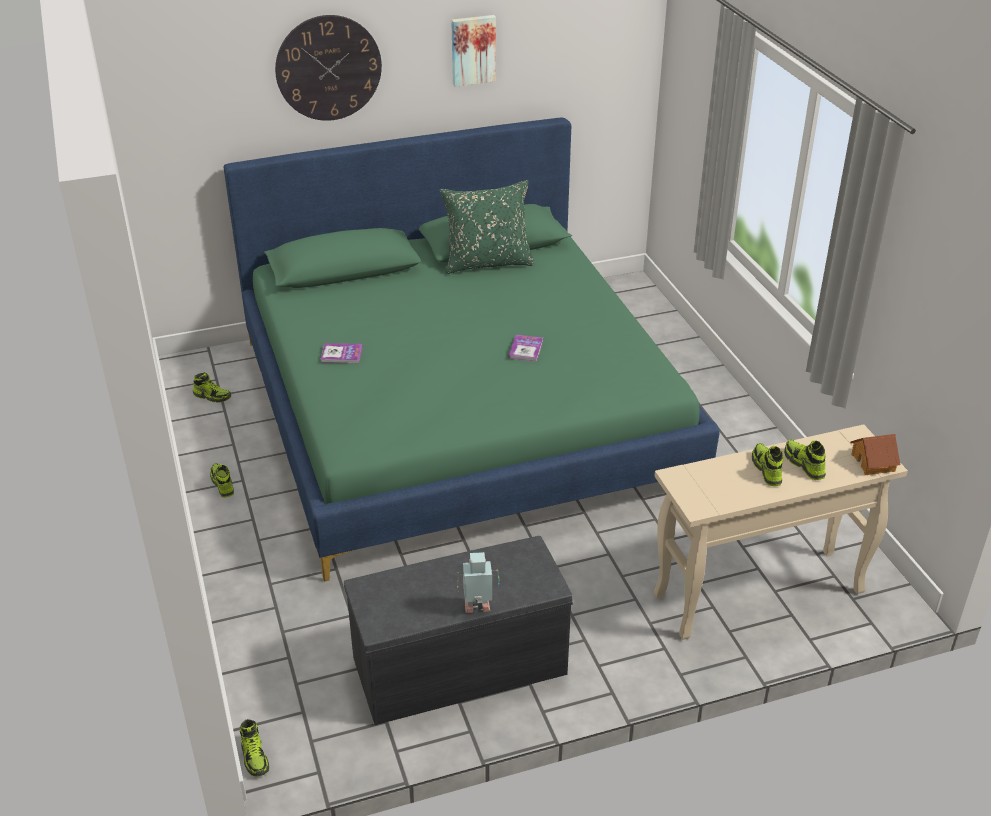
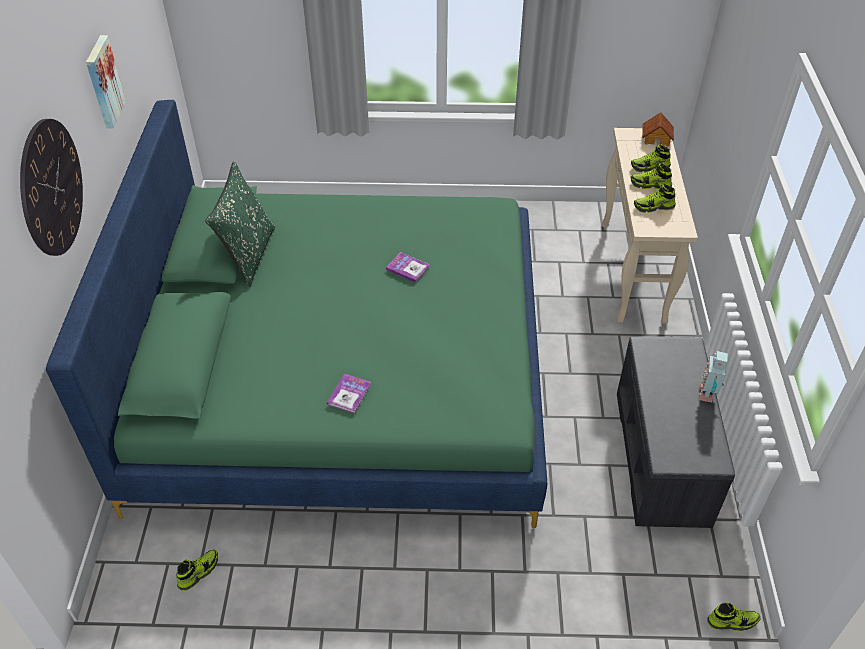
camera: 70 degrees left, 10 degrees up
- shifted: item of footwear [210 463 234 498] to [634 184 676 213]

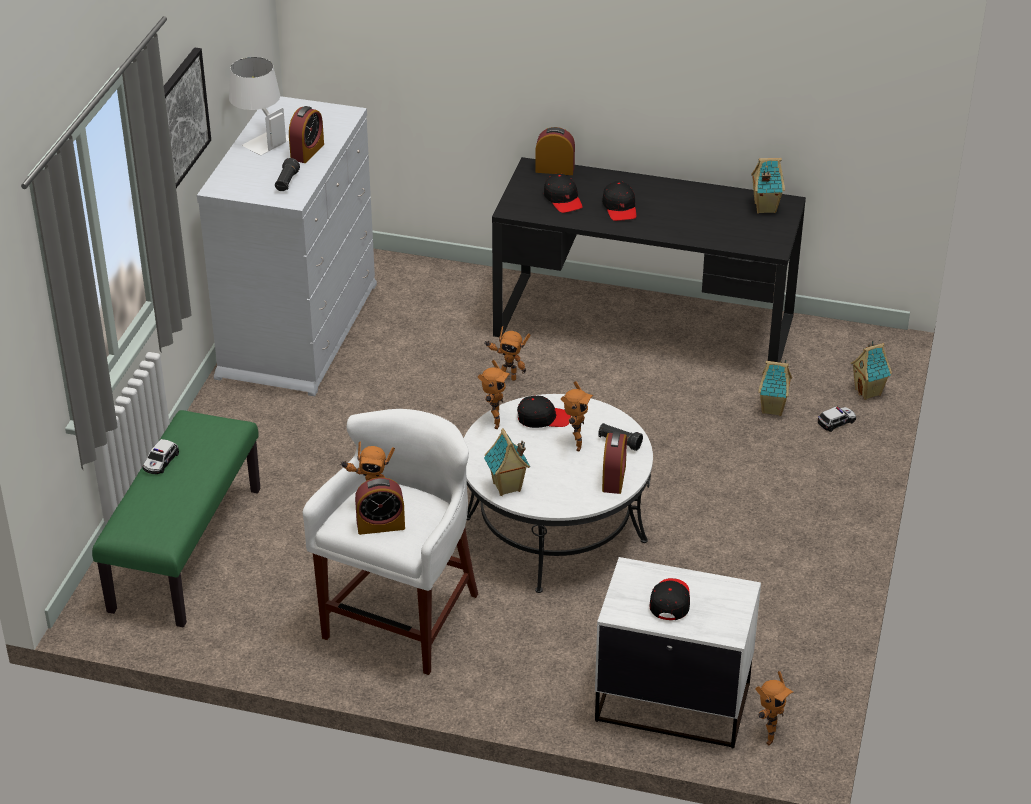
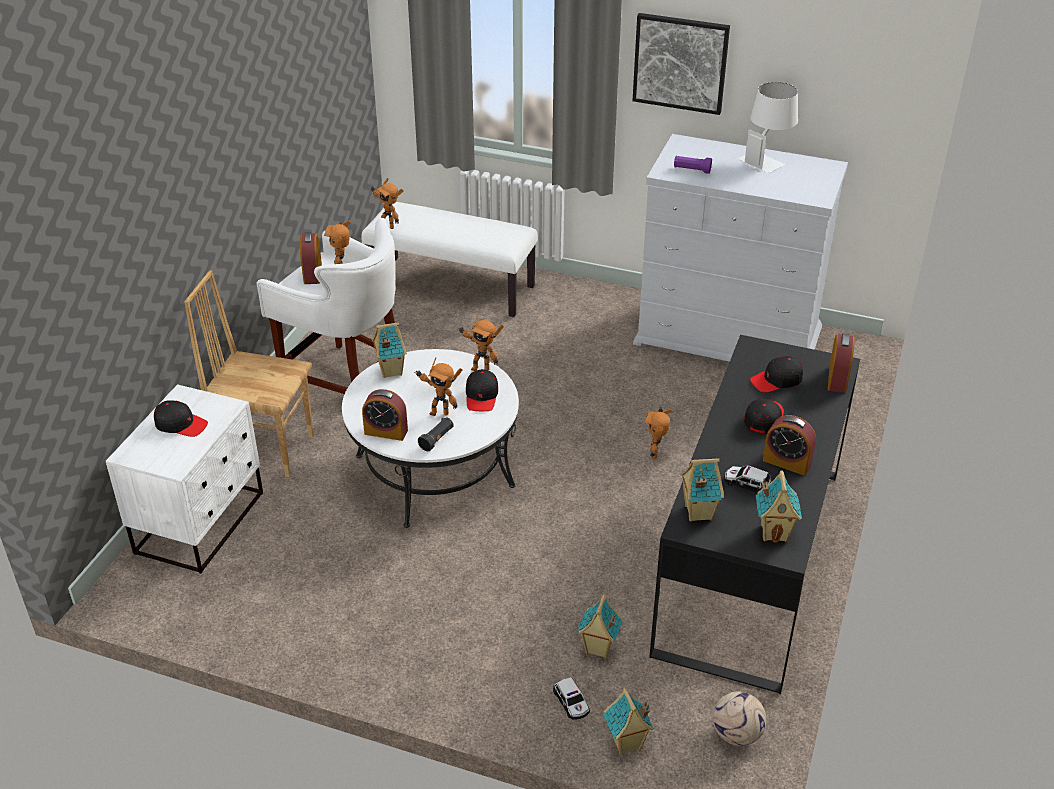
camera: 95 degrees right, 0 degrees up
- repainted: greenish long seat [92 410 260 627] to white long seat [361 202 538 317]
- shifted: toy car [142 439 179 474] to [724 465 771 493]
- repainted: blackish torch [275 158 300 191] to purple torch [674 156 712 174]
- shifted: table clock [289 106 324 163] to [763 415 816 476]
- rotated: blackish peaked cap [602 181 636 221] = [744 399 784 433] 120 degrees clockwise
- shifted: model robot [755 671 794 745] to [371 178 403 229]
- new: brown upright chair [184 270 314 477]
- new: model house [681 458 724 522]
- new: football ball [713 691 767 746]

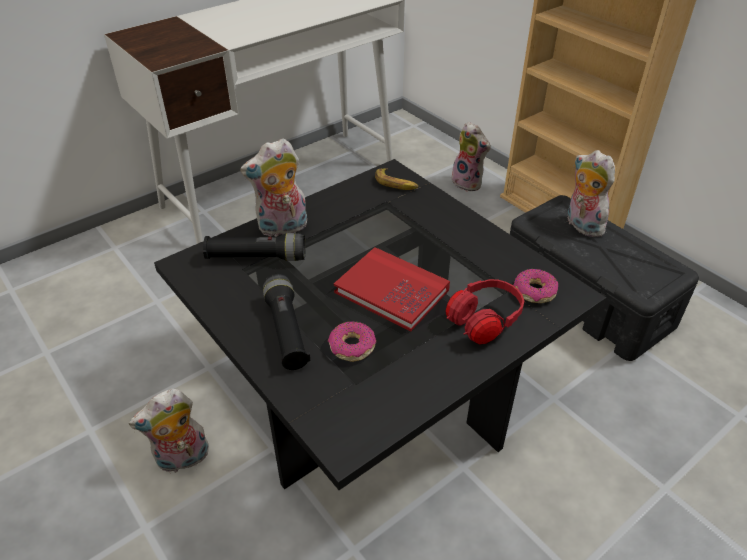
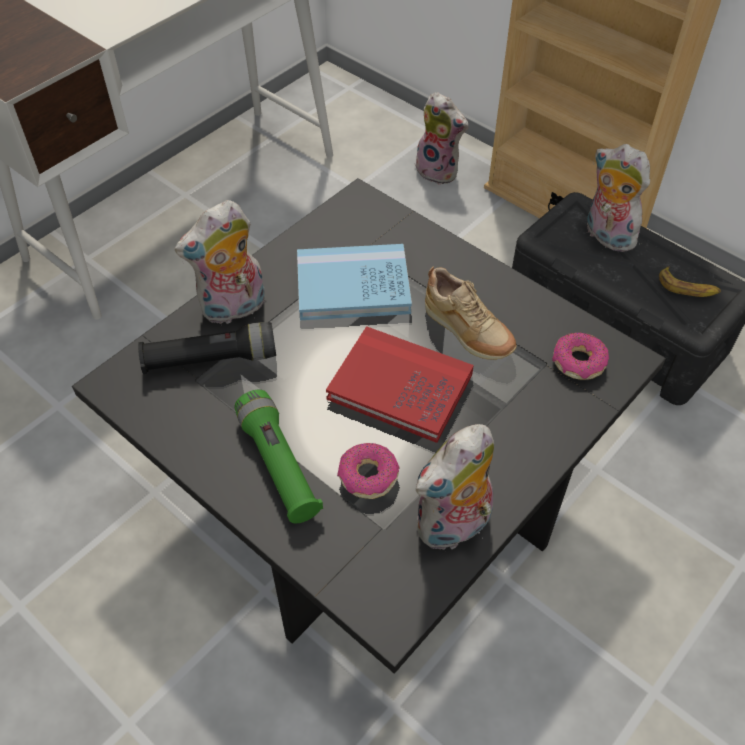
camera: 10 degrees left, 10 degrees up
- shifted: cuddly toy [129 389 209 473] to [416 424 494 552]
- repainted: blackish torch [263 274 310 370] to greenish torch [235 390 323 523]
- shifted: banana fruit [375 168 418 190] to [659 266 721 297]
- gone: red-coloured headphones [445 279 524 344]
- new: blue bound book [297 244 412 320]
- new: sand-coloured item of footwear [425 267 517 360]

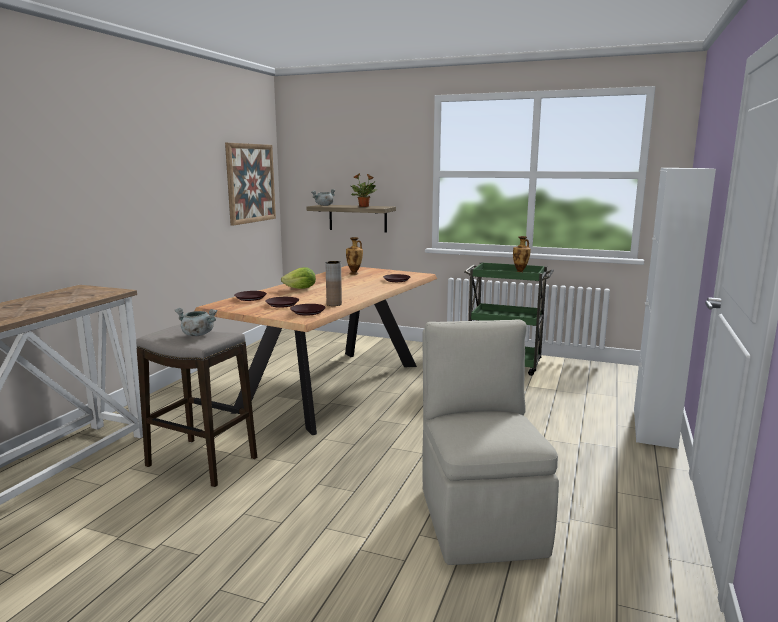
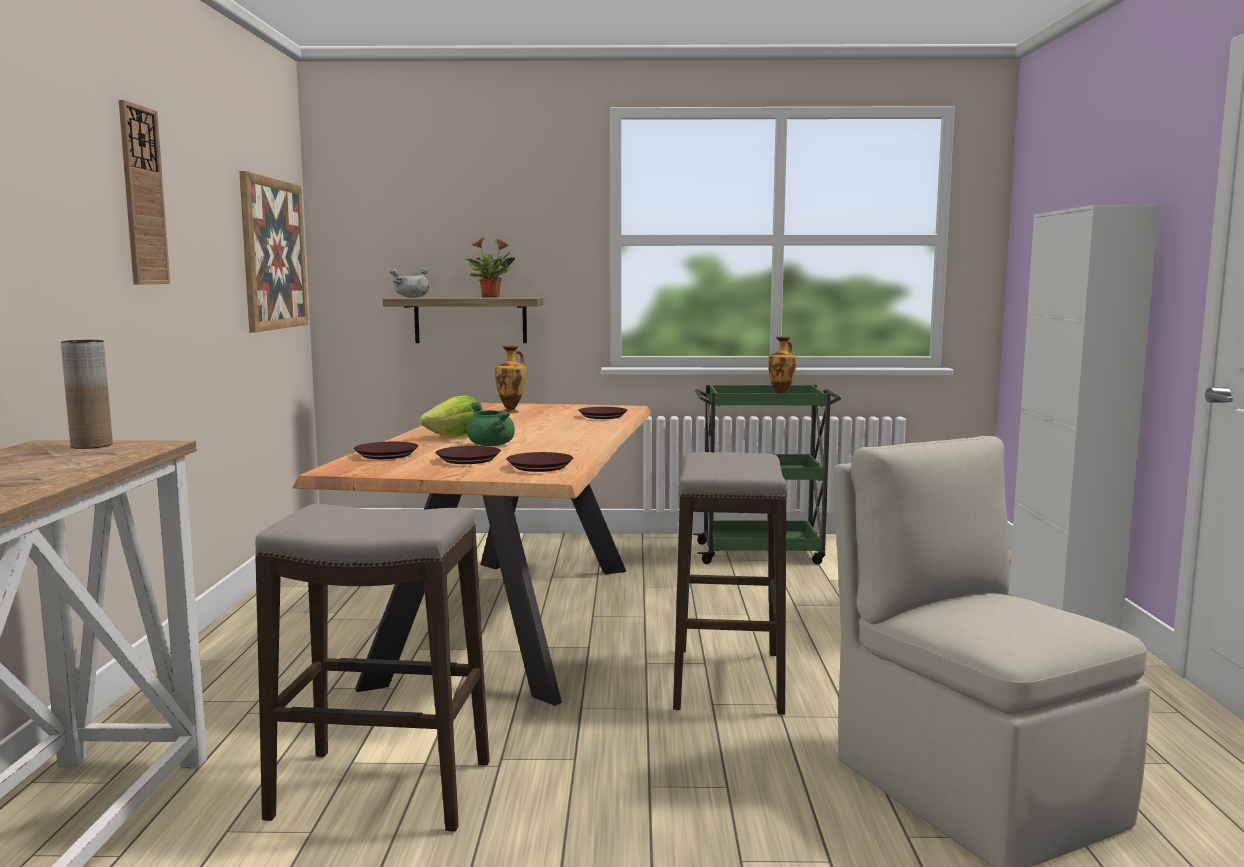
camera: 20 degrees left, 5 degrees down
- gone: gray stockpot [174 308 218 336]
- shifted: brown vase [325 261 342 306] to [61 340 113 449]
- new: clock on the wall [119 100 170 284]
- new: greenish stockpot [467 402 515 446]
- new: stool seat [673 452 788 715]

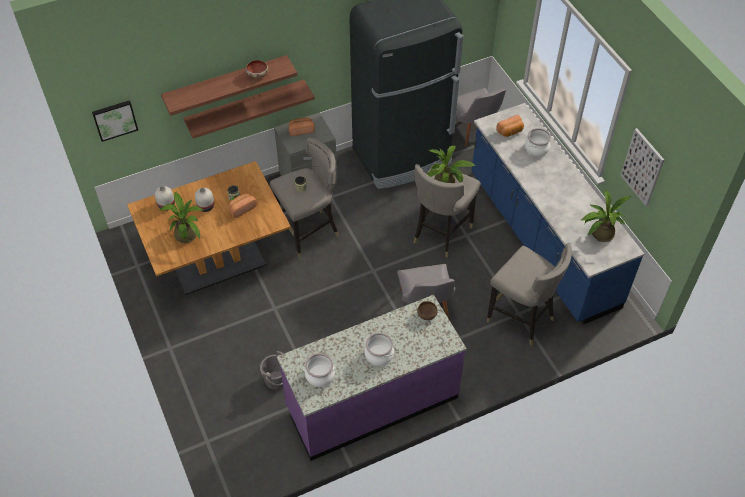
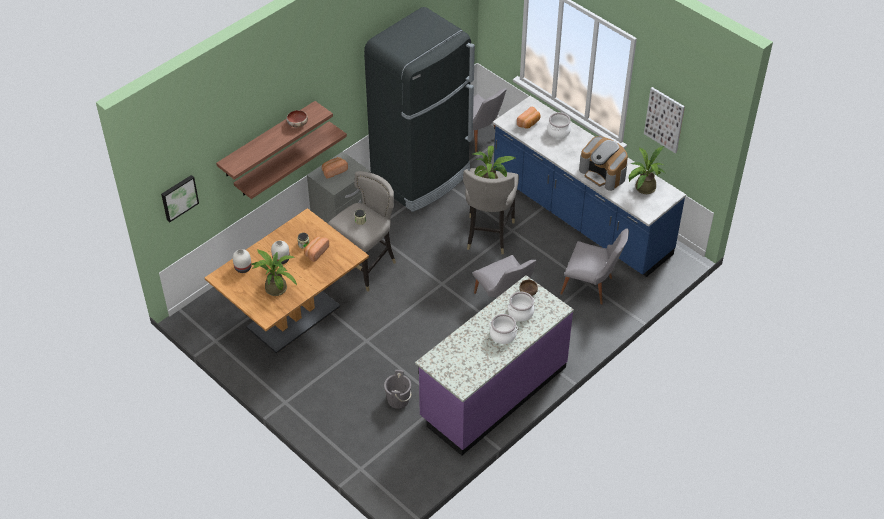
camera: 20 degrees left, 5 degrees down
- shifted: stockpot [303 353 336 387] to [508 292 535 321]
- swapped: gray stool seat [487 244 572 346] to gray upright chair [560 229 629 304]
- new: coffee brewer [579 136 628 191]

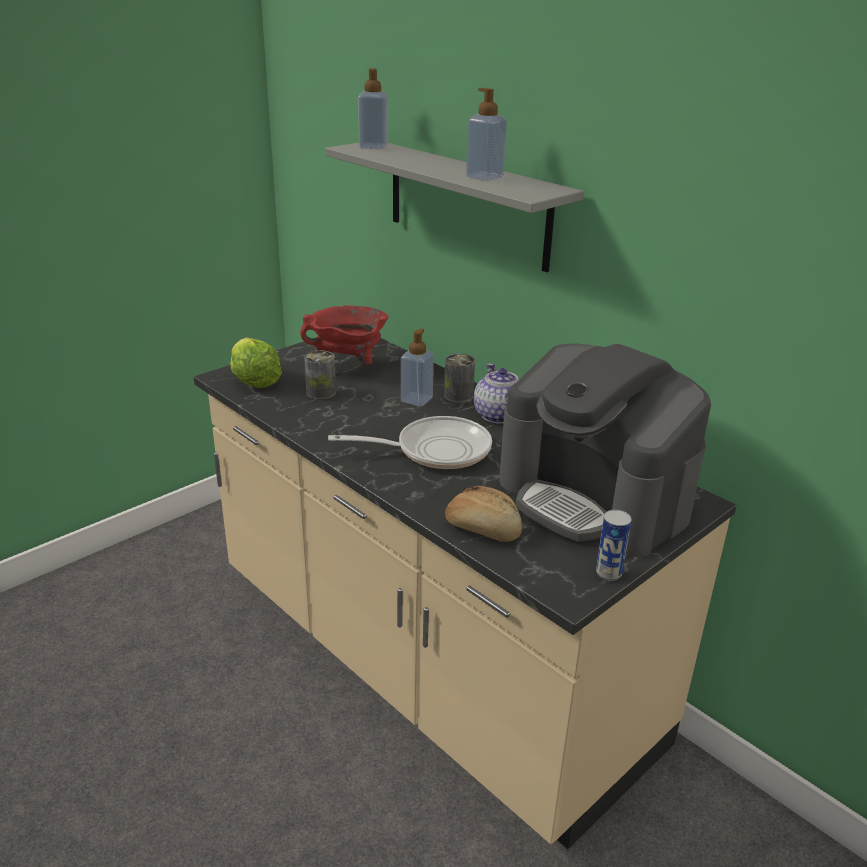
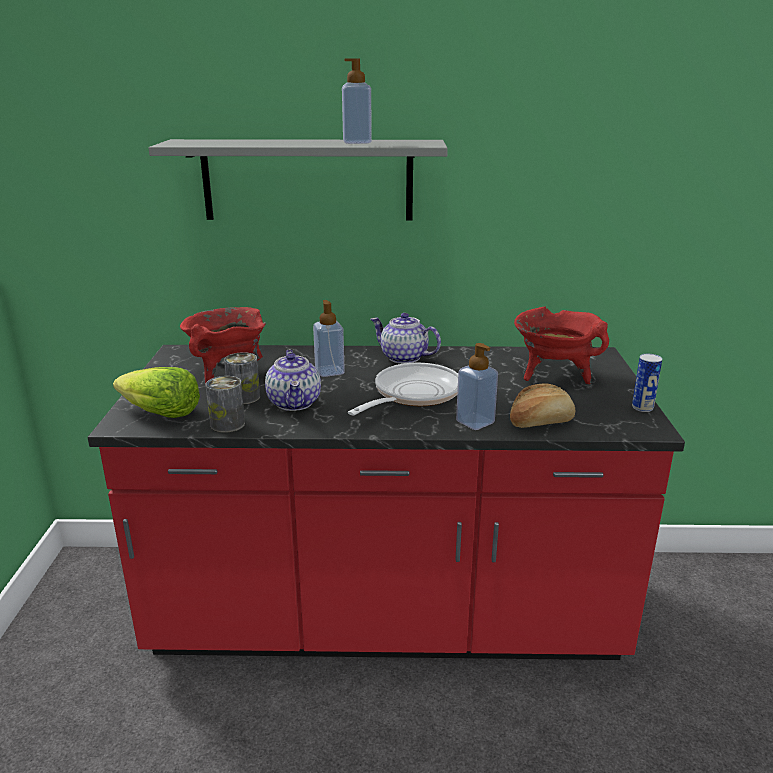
camera: 45 degrees left, 5 degrees down
- repainted: sand-coloured kitchen base unit [194 338 737 849] to red-coloured kitchen base unit [88 345 685 660]
- shifted: liquid soap bottle [358 68 388 149] to [456 343 498 430]
- shifted: metal can [444 354 475 403] to [206 376 245 433]
- swapped: coffee brewer [499 343 711 557] to red-coloured stockpot [514 307 609 384]
- new: tea pot [265 350 321 411]

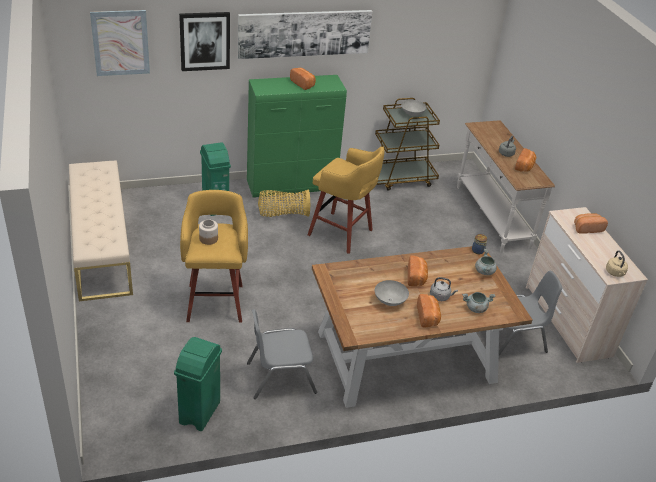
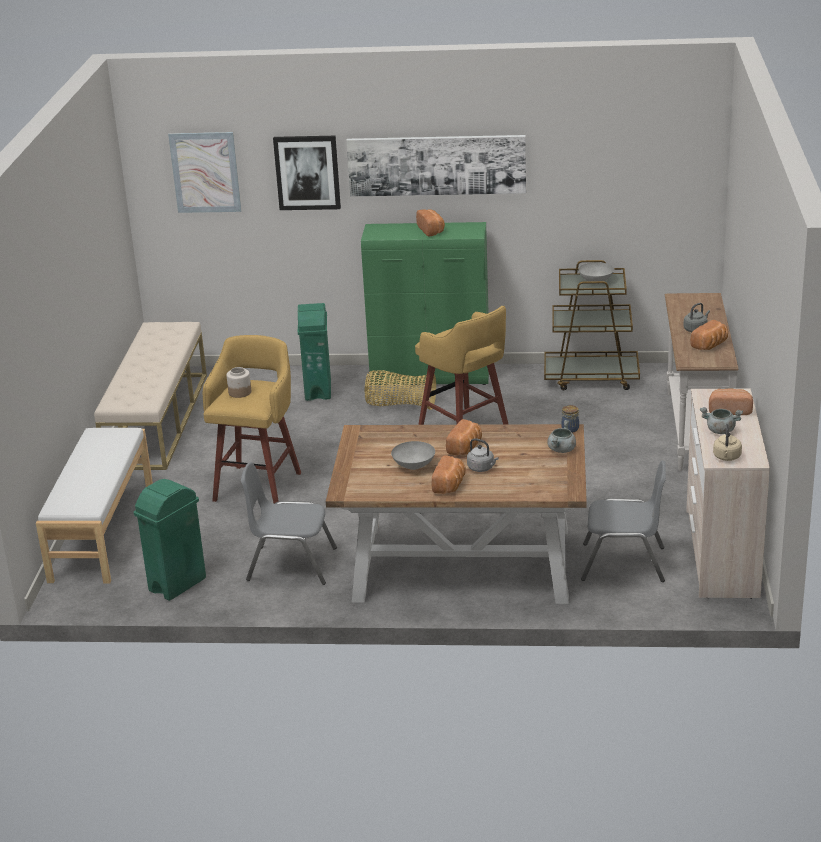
camera: 25 degrees right, 10 degrees down
- shifted: gray stockpot [462 292 495 313] to [700 407 743 434]
- new: white long seat [36 428 153 584]

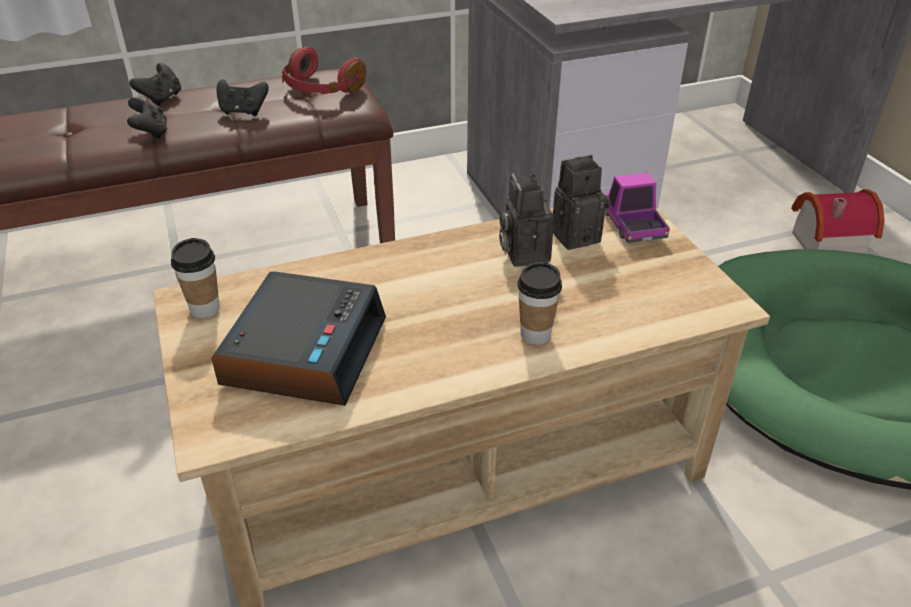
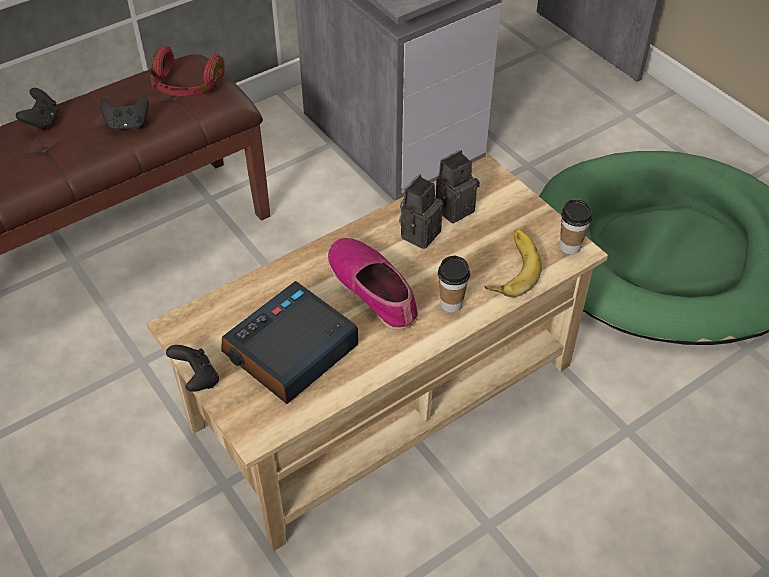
camera: 15 degrees left, 10 degrees up
- shifted: blackish joypad [127 97 167 139] to [166 345 219 392]
- shifted: cup [171 238 220 318] to [560 199 592 254]
- rotated: table clock [211 271 386 406] = [221 281 358 404] 135 degrees counterclockwise
- rotated: photo camera [499 173 554 267] = [399 174 443 249] 60 degrees clockwise
- gone: toy lorry [604 173 670 243]
- gone: model house [791 189 885 254]
- new: item of footwear [328 238 418 330]
- new: banana fruit [485 229 542 298]

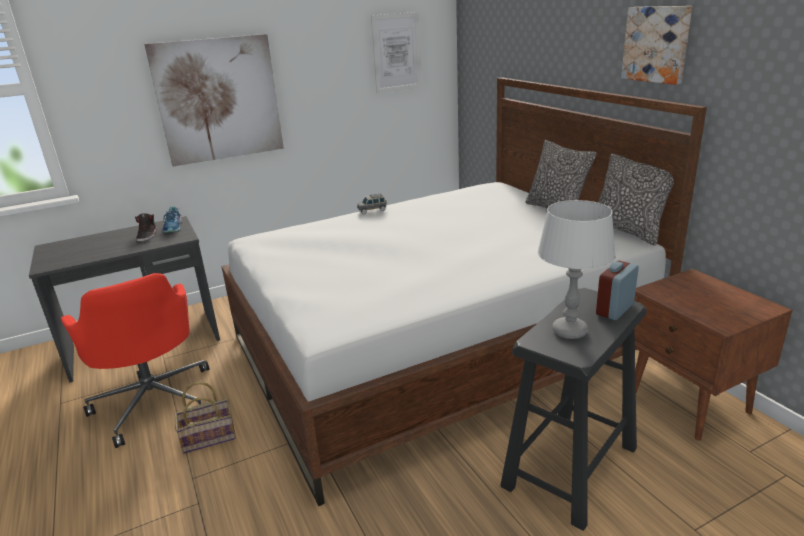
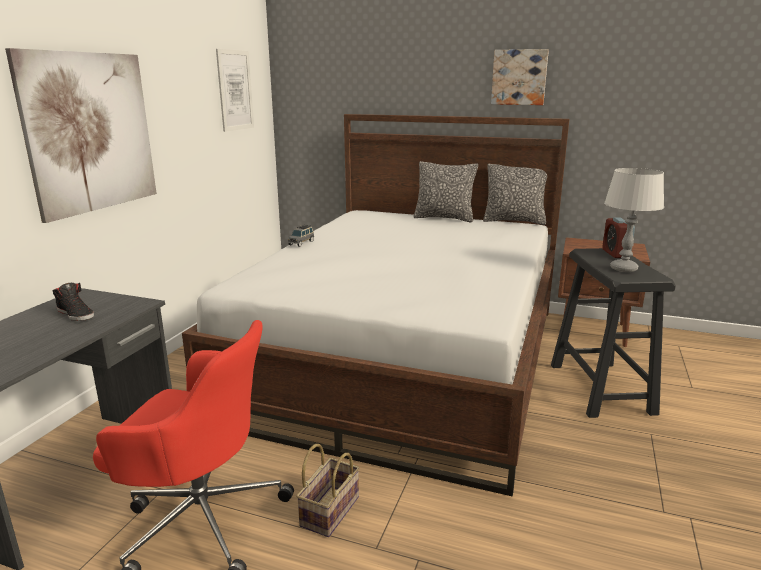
camera: 45 degrees left, 5 degrees down
- gone: item of footwear [163 206 182 233]

